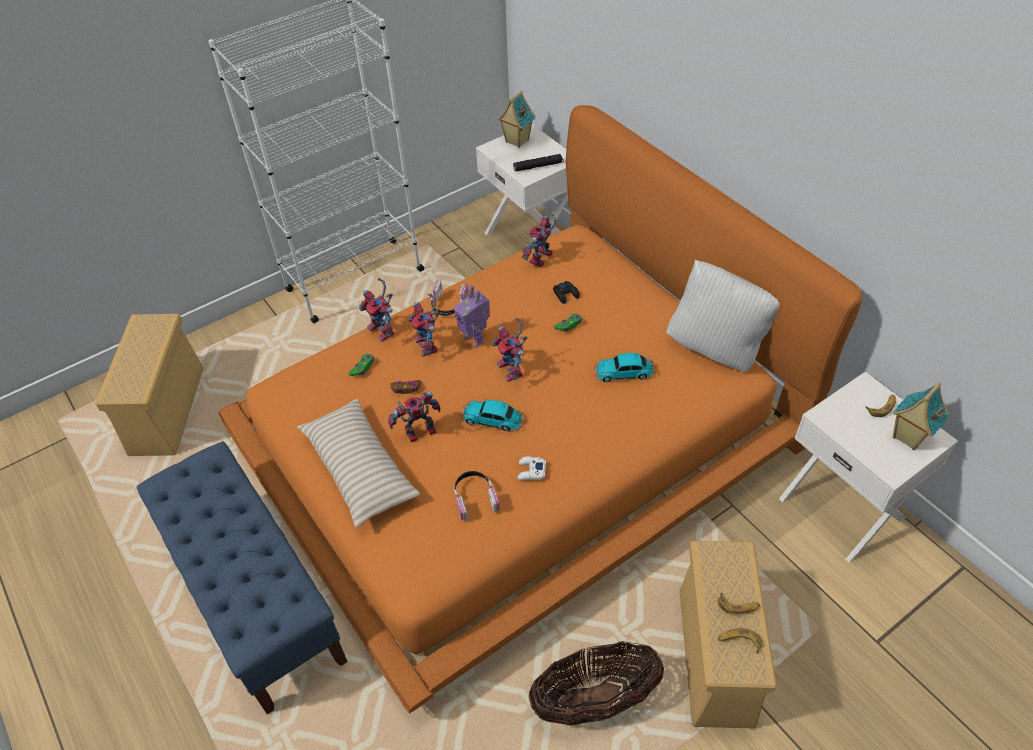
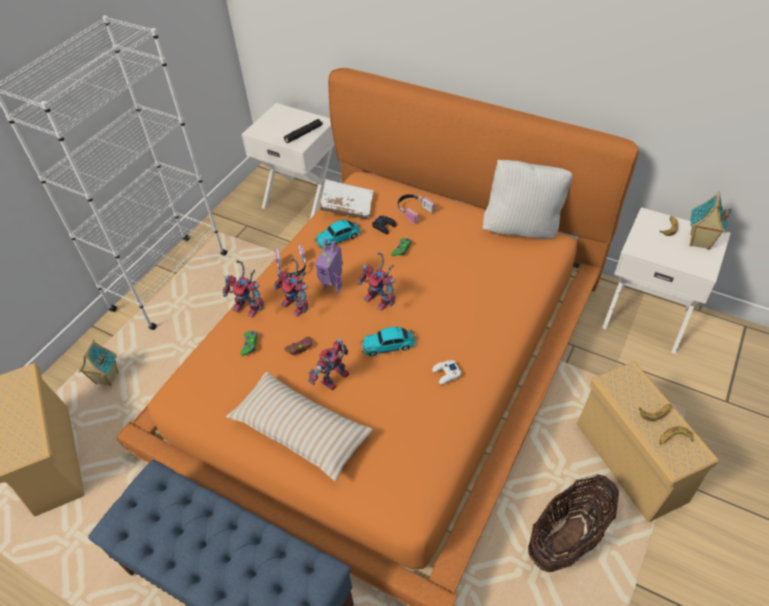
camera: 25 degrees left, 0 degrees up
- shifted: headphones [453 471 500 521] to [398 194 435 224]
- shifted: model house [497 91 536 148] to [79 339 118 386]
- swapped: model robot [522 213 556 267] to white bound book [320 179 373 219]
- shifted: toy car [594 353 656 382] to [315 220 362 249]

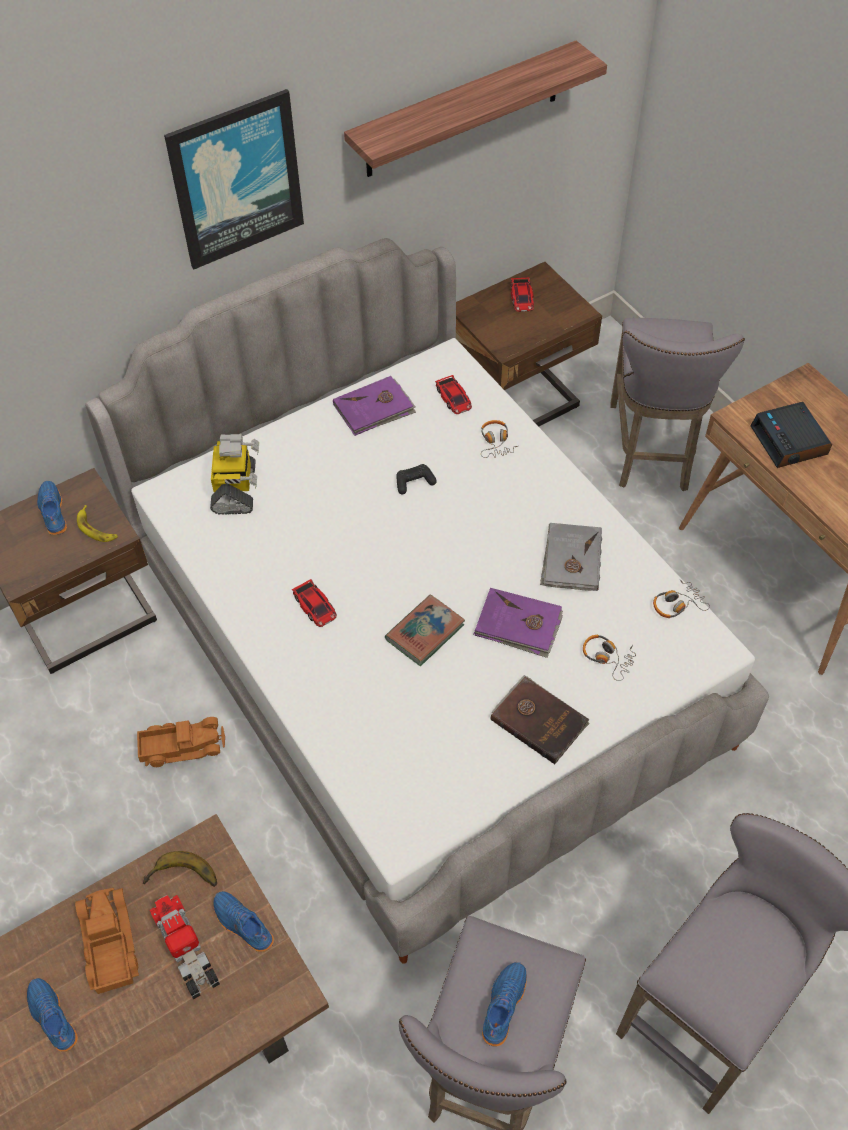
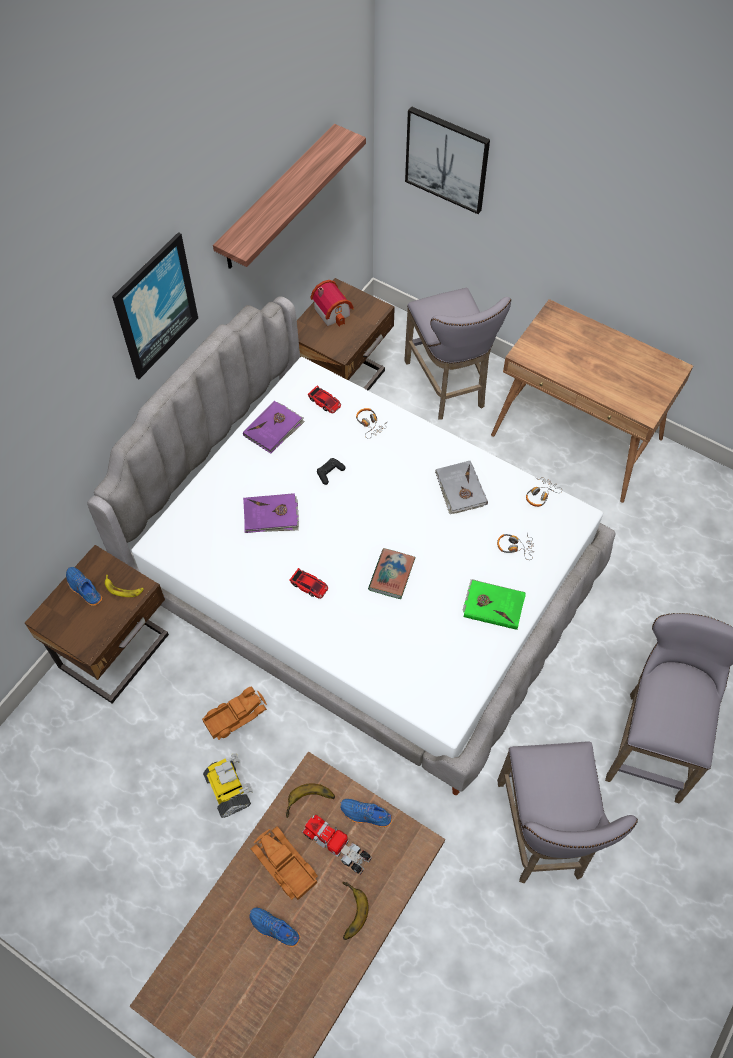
camera: 25 degrees left, 5 degrees up
- shifted: model robot [210 434 259 515] to [203 753 253 818]
- shifted: purple bound book [473 588 563 658] to [243 493 299 533]
- gone: blue item of footwear [482 962 527 1047]
- repainted: brown bound book [491 675 590 764] to greenish bound book [462 579 526 630]
- swapped: toy car [511 277 534 312] to model house [310 280 354 327]
- gone: table clock [750 402 832 468]
- new: banana fruit [343 882 369 940]
- new: wall picture [405 106 490 214]

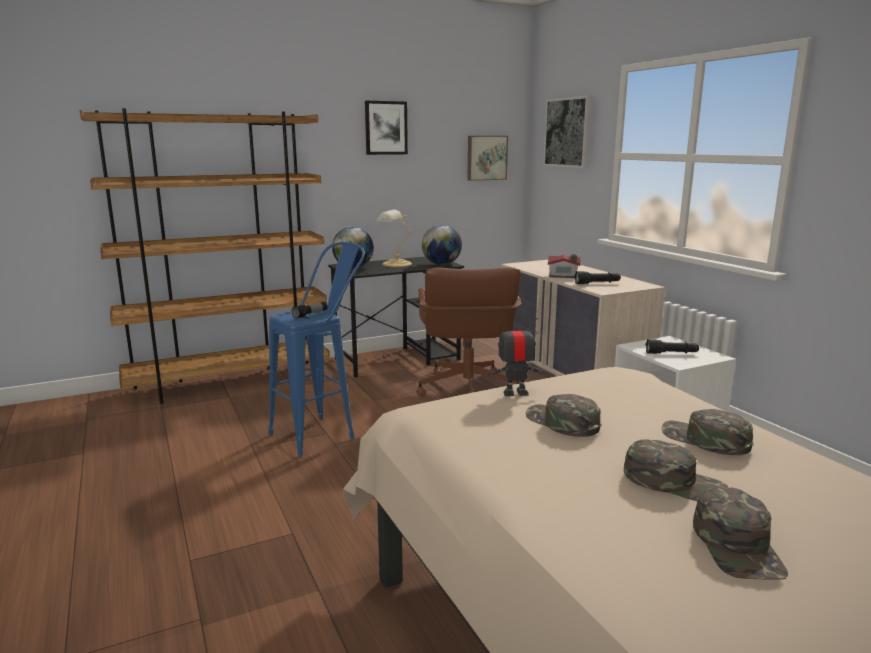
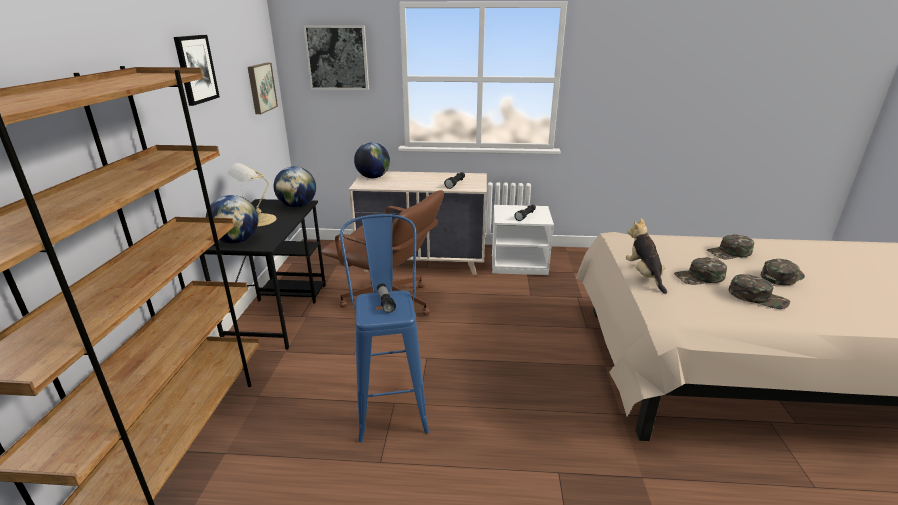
camera: 60 degrees left, 10 degrees up
- swapped: model robot [488 318 545 396] to cuddly toy [626 218 667 294]
- gone: model house [548 254 581 278]
- shifted: greenish peaked cap [693 487 788 580] to [729 274 790 309]
- new: globe [354 142 390 178]

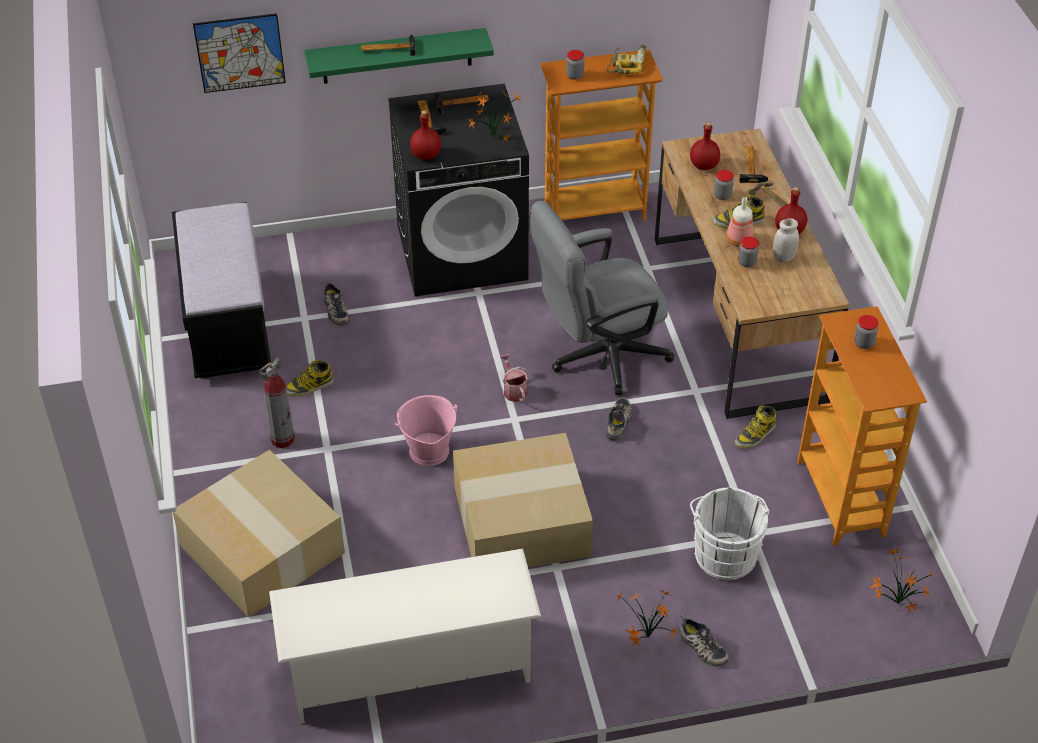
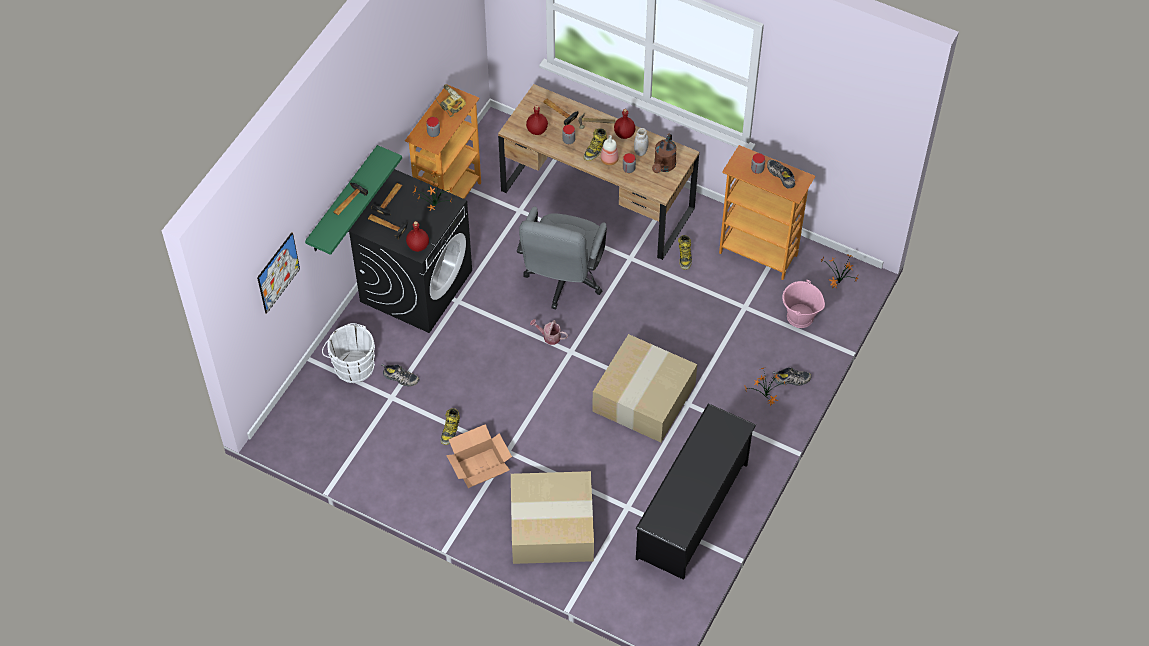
camera: 50 degrees left, 10 degrees up
- gone: blackish long seat [172 202 271 378]
- swapped: extinguisher [259 358 295 448] to cardboard box [446 424 512 488]
- repainted: white shoe shelf [269 549 541 724] to blackish shoe shelf [635 403 756 580]
- shifted: pink-coloured bucket [395 395 458 466] to [782 280 825 328]
- shifted: item of footwear [606 397 632 440] to [767 160 795 188]
- shifted: white bucket [690 488 769 580] to [322 323 375 383]
- new: brown watering pot [652 134 677 173]

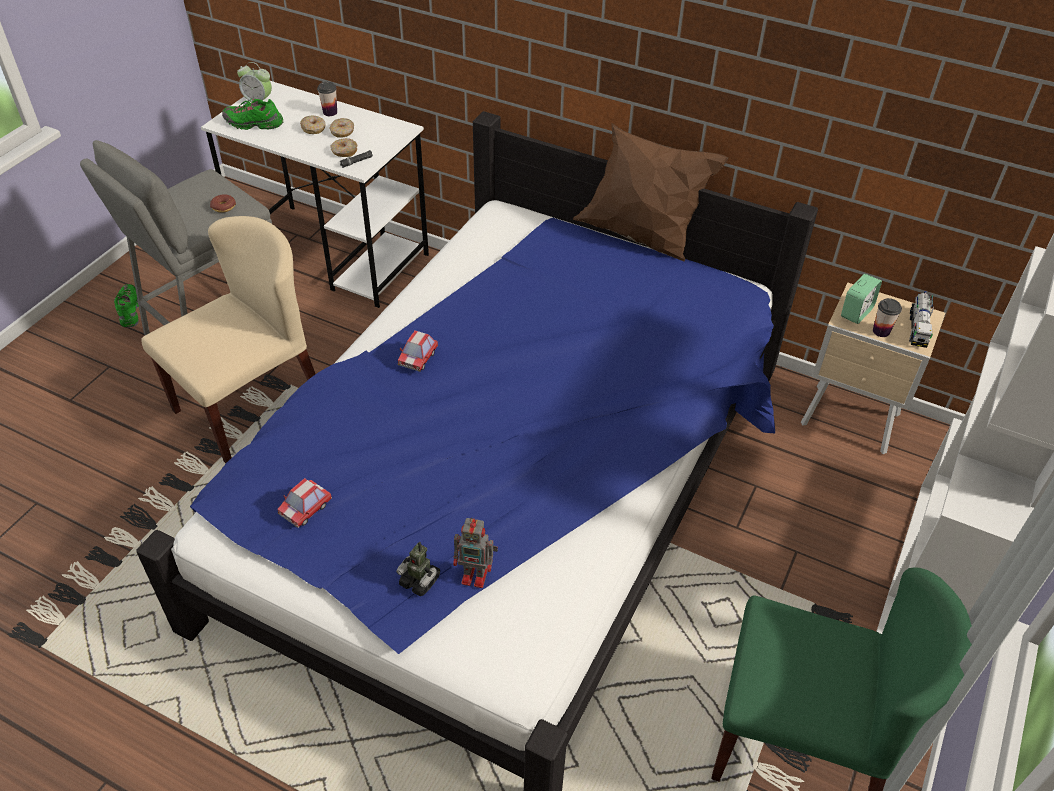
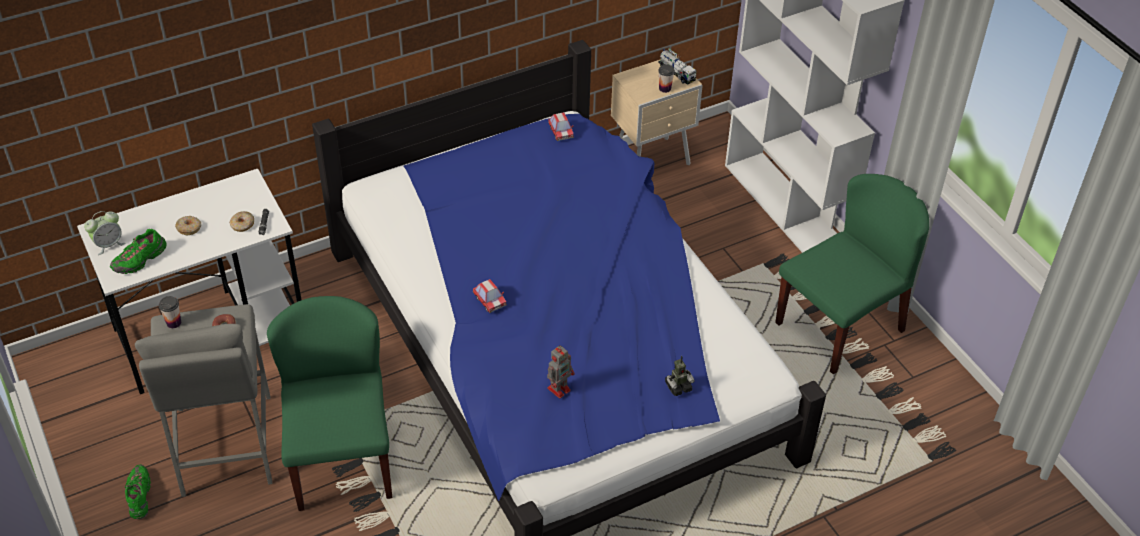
camera: 55 degrees left, 0 degrees up
- rotated: greenish item of footwear [114 284 139 328] = [125 464 151 519] 60 degrees clockwise
- repainted: sand-coloured upright chair [142 216 315 463] to greenish upright chair [267 296 392 511]
- shifted: toy car [278 478 332 528] to [548 112 574 141]
- shifted: cup [317 82 337 116] to [159 296 181 328]
- gone: ring doughnut [329 118 354 138]
- shifted: model robot [453 518 498 588] to [547 345 575 399]
- gone: brown pillow [573 122 729 262]
- gone: table clock [841 274 882 324]

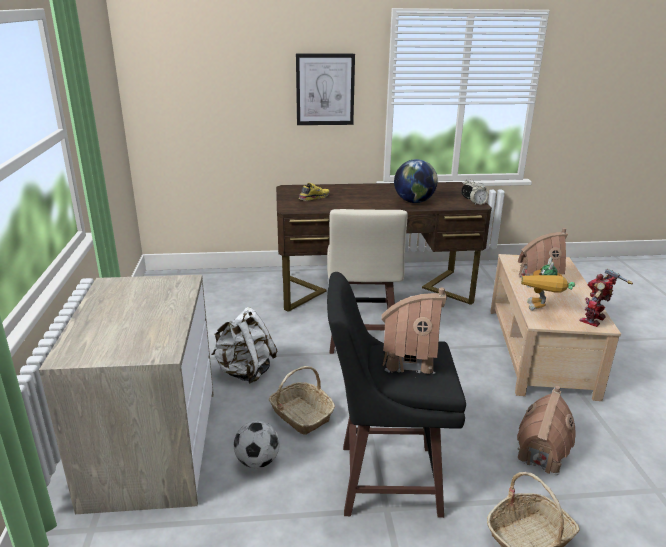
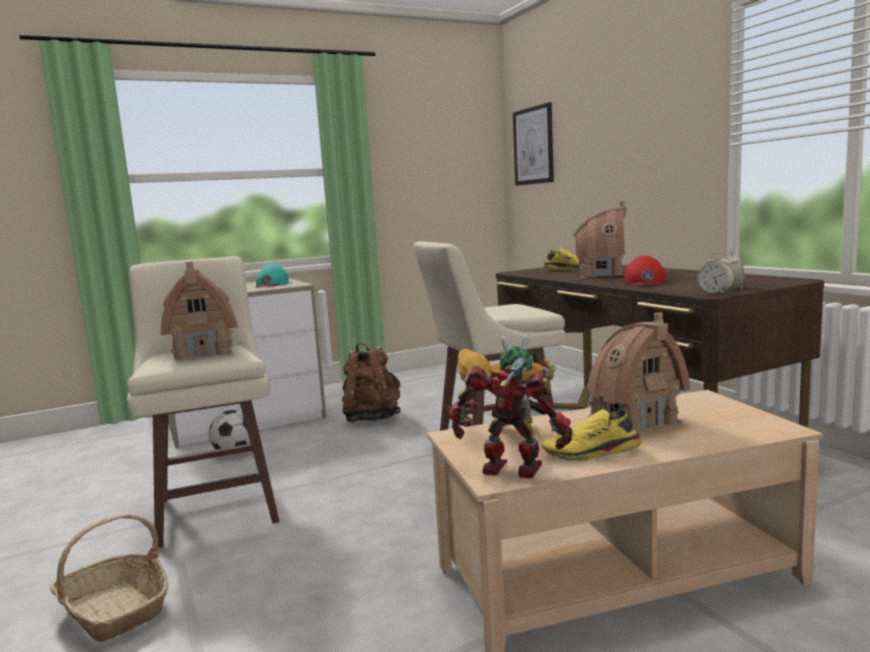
camera: 70 degrees right, 15 degrees down
- repainted: white backpack [211 307 277 384] to brown backpack [342 343 401 422]
- gone: basket [269 366 335 434]
- shifted: wall picture [296 53 355 125] to [513 102 554 186]
- repainted: blackish stool seat [327 272 466 518] to sand-coloured stool seat [127 257 280 548]
- swapped: globe [394 159 438 203] to red-coloured peaked cap [624 255 666 286]
- shifted: model house [517 386 576 476] to [573 201 627 278]
- new: turquoise-coloured peaked cap [256 264 289 287]
- new: yellowish item of footwear [541 409 643 462]

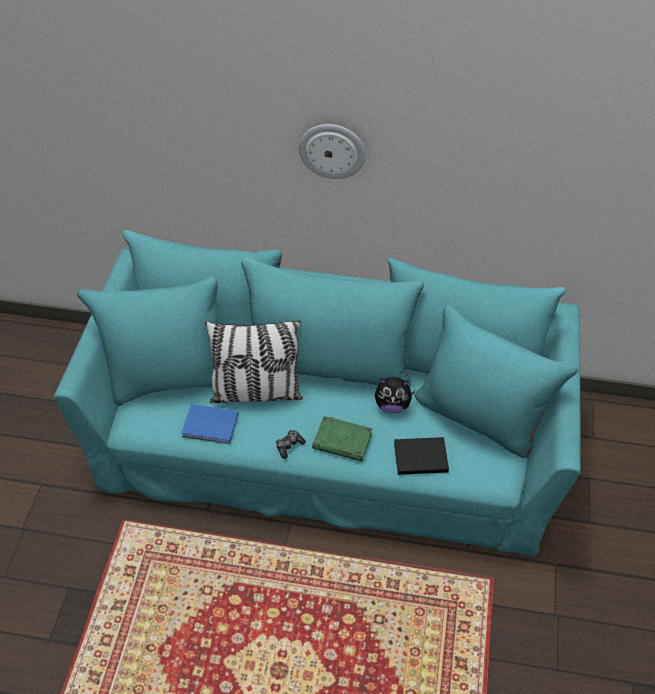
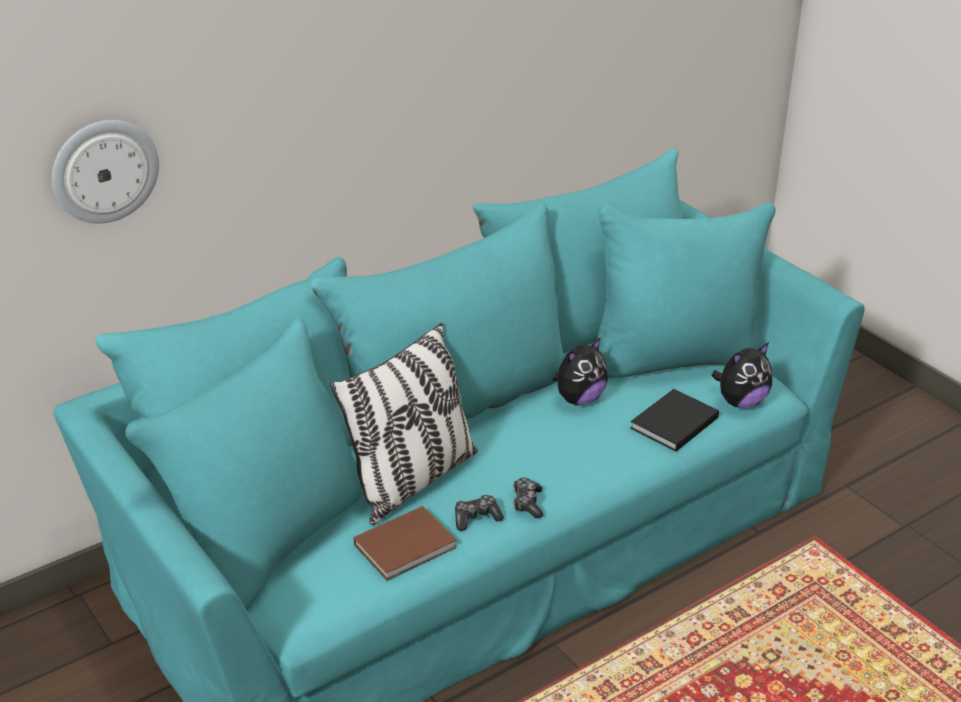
camera: 45 degrees left, 15 degrees down
- repainted: blue bound book [181 404 239 444] to brown bound book [354 506 457 581]
- shifted: clock on the wall [299 124 366 179] to [52 120 159 224]
- gone: greenish bound book [312 416 373 462]
- new: joypad [455 495 504 531]
- new: cuddly toy [711 342 772 408]

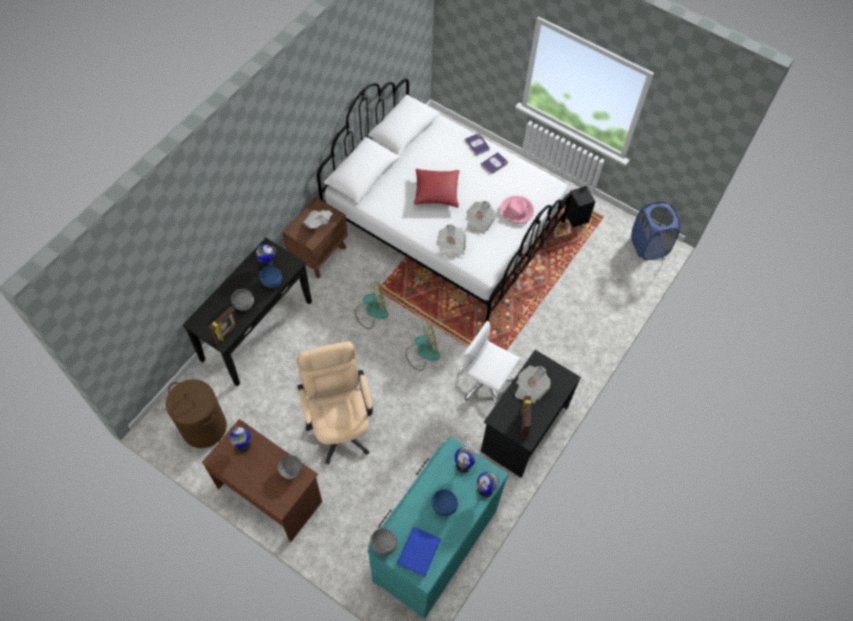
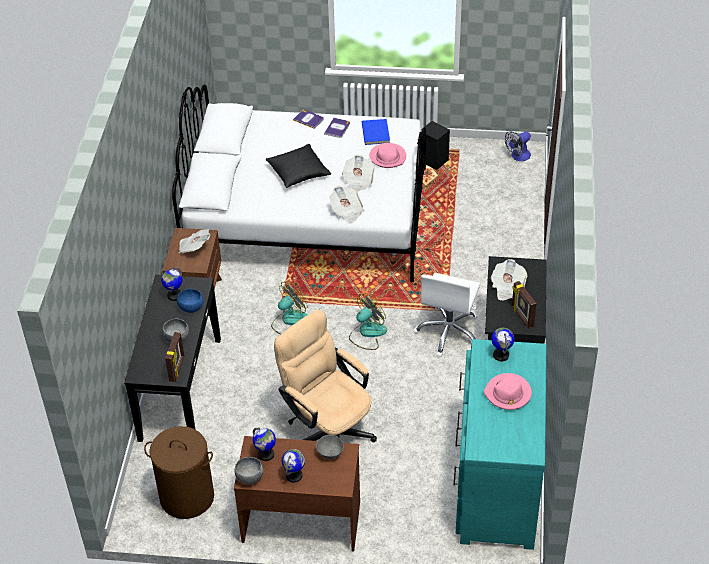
camera: 25 degrees left, 15 degrees down
- shifted: gray deep dish [370 528 397 556] to [234 457 264 484]
- shifted: blue bound book [397 527 441 577] to [362 119 390 145]
- repainted: red-coloured pillow [414 169 459 208] to blackish pillow [266 144 331 188]
- swapped: blue deep dish [431 489 458 516] to pink-coloured wearable hat [484 373 532 410]
- rotated: white desk chair [459 321 520 405] = [414 273 480 357] 75 degrees counterclockwise
- shifted: globe [476 472 499 497] to [282 449 305 483]
- swapped: blue washing basket [632 202 680 260] to electric fan [505 131 531 161]

